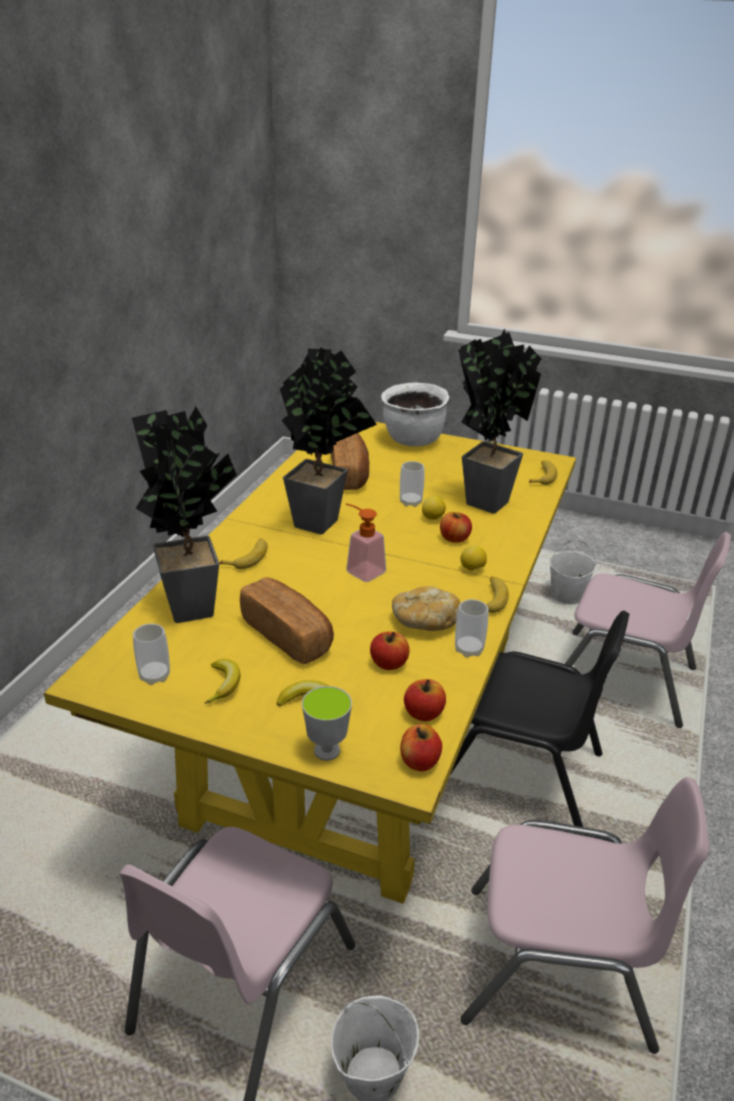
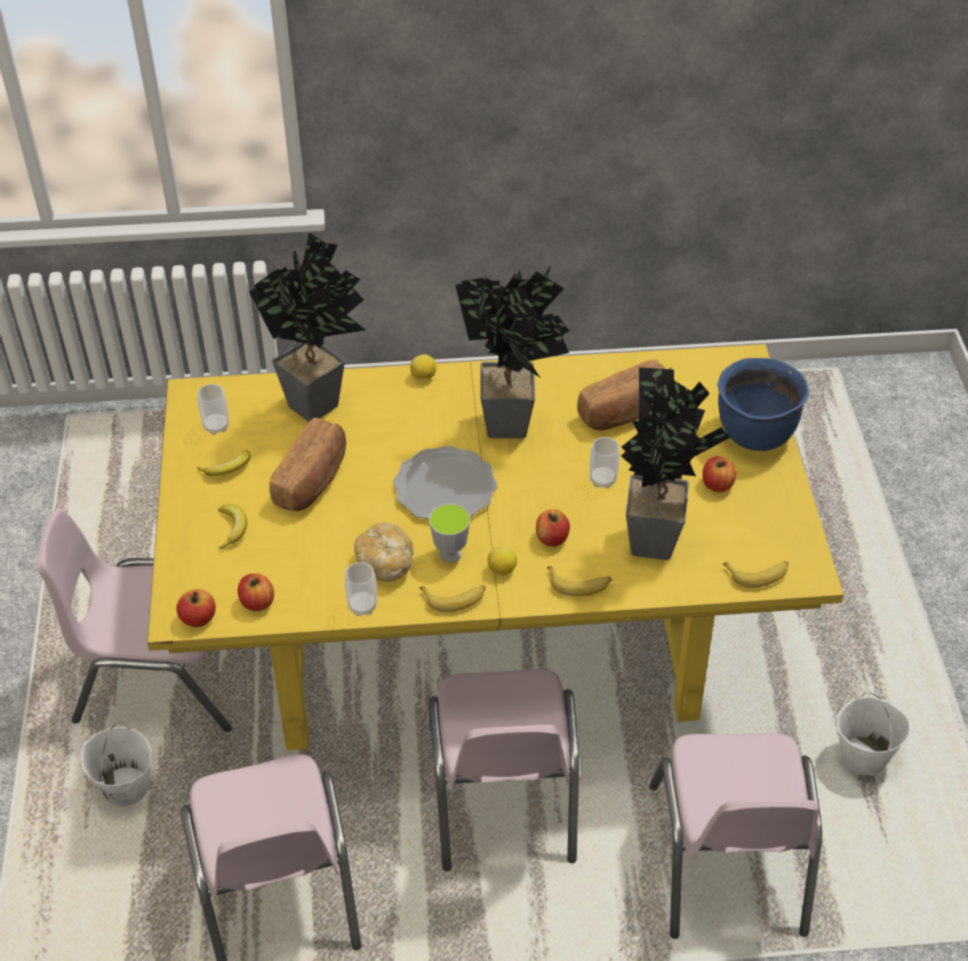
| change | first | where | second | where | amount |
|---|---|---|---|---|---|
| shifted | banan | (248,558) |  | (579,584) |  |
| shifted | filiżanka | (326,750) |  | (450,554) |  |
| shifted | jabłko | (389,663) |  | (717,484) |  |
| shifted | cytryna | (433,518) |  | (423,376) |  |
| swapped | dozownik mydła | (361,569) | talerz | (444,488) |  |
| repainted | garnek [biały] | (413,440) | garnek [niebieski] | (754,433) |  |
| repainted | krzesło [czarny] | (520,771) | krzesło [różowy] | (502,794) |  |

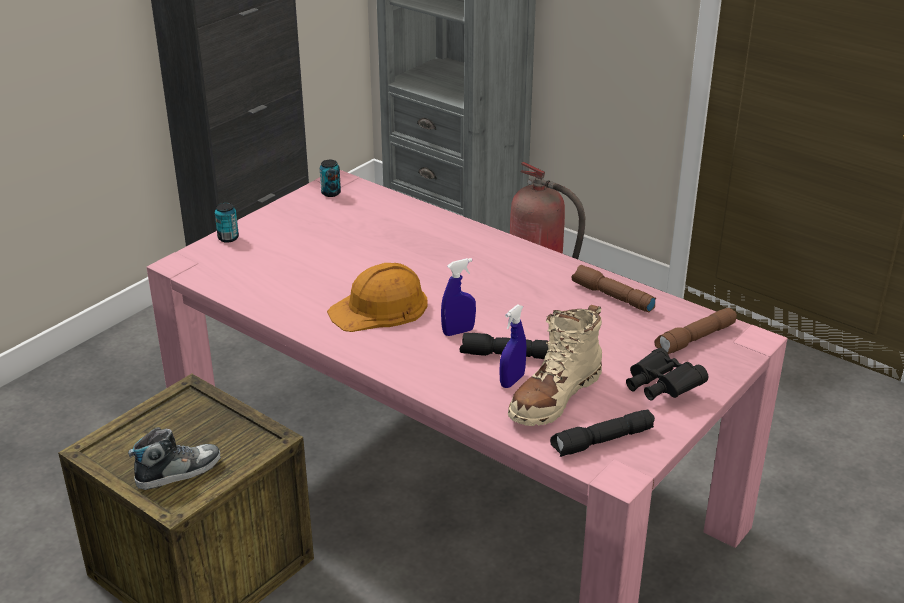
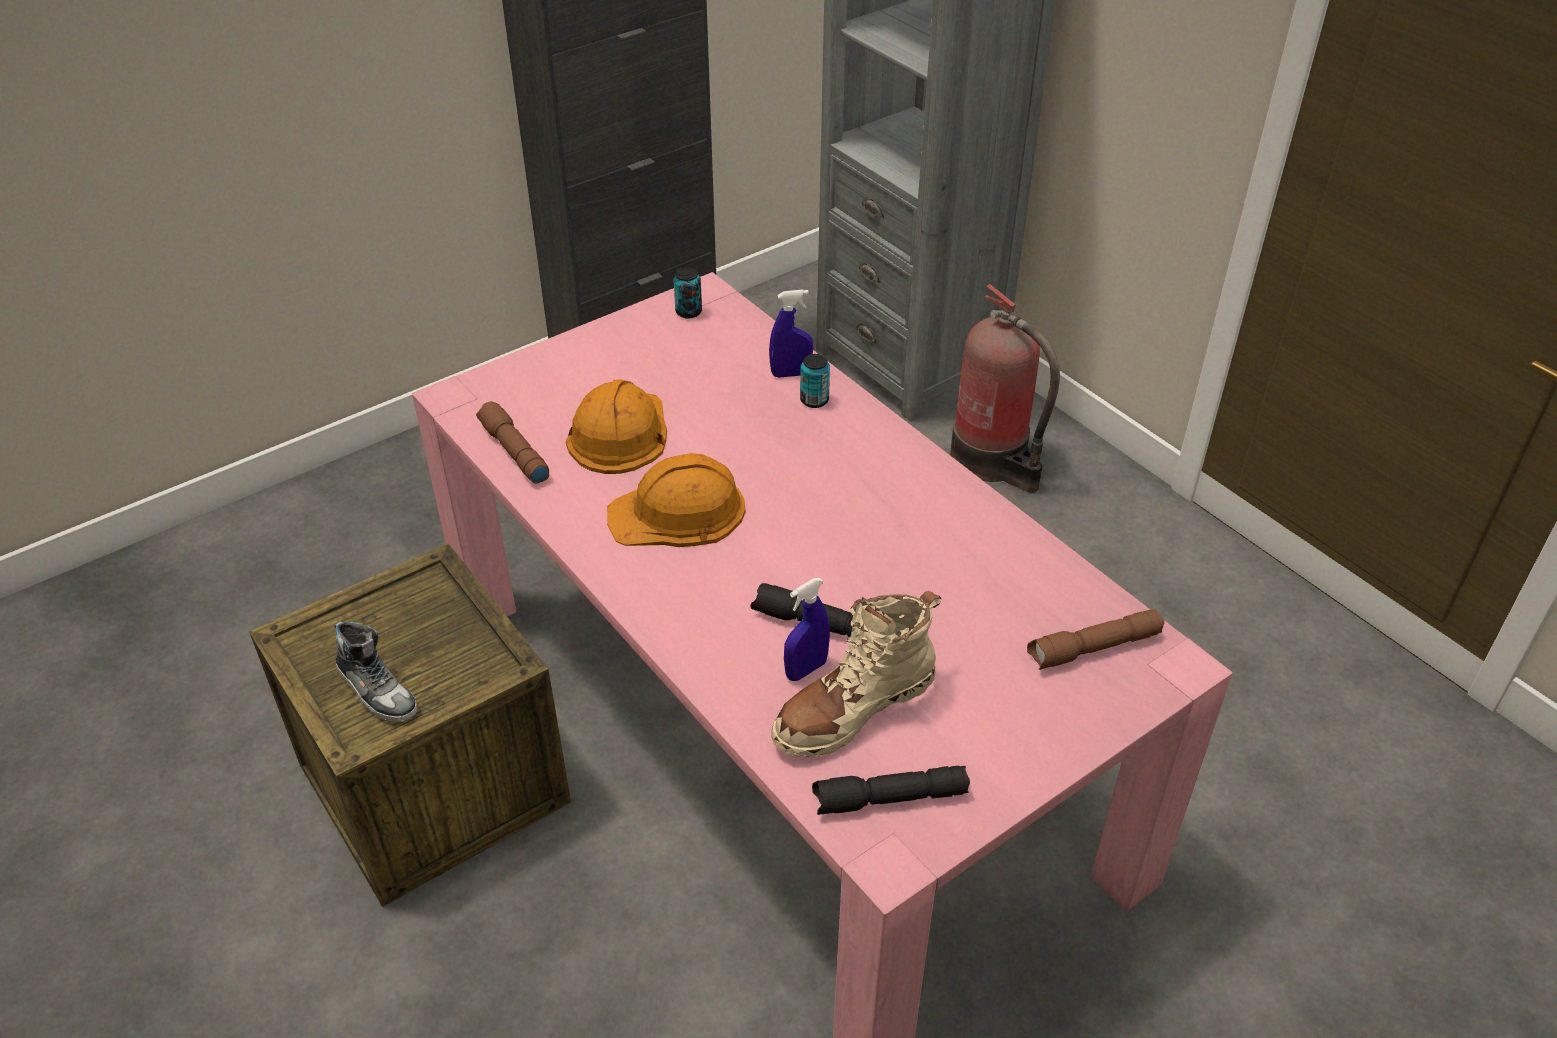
| change | first | where | second | where | amount |
|---|---|---|---|---|---|
| gone | lornetka [czarny] | (660,388) |  |  |  |
| new |  |  | kask [pomarańczowy] | (619,432) |  |
| shifted | puszka | (228,238) |  | (814,400) |  |
| shifted | spryskiwacz [niebieski] | (458,332) |  | (791,374) |  |
| shifted | latarka [brązowy] | (611,297) |  | (513,452) |  |
| rotated | but | (178,471) |  | (377,690) | 60 degrees clockwise |

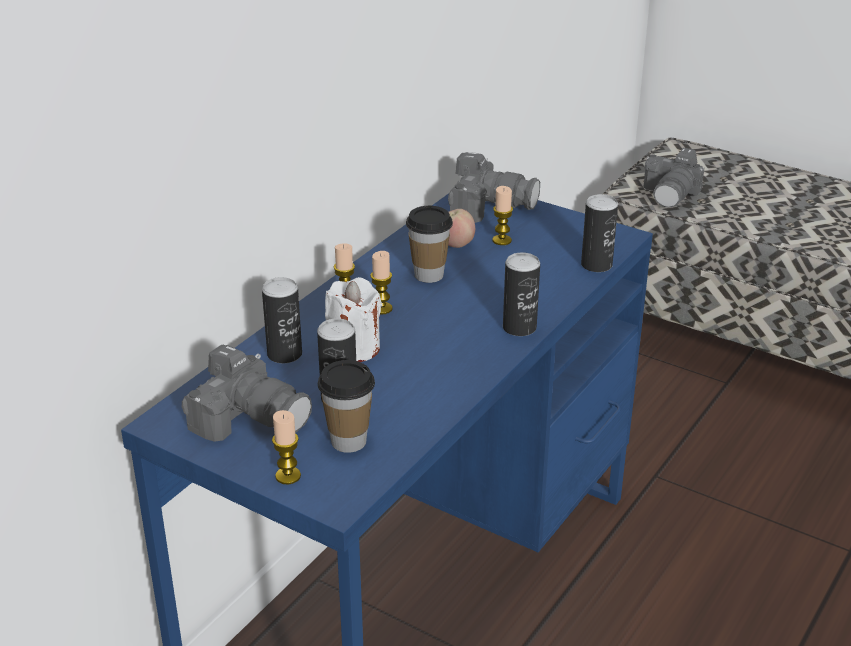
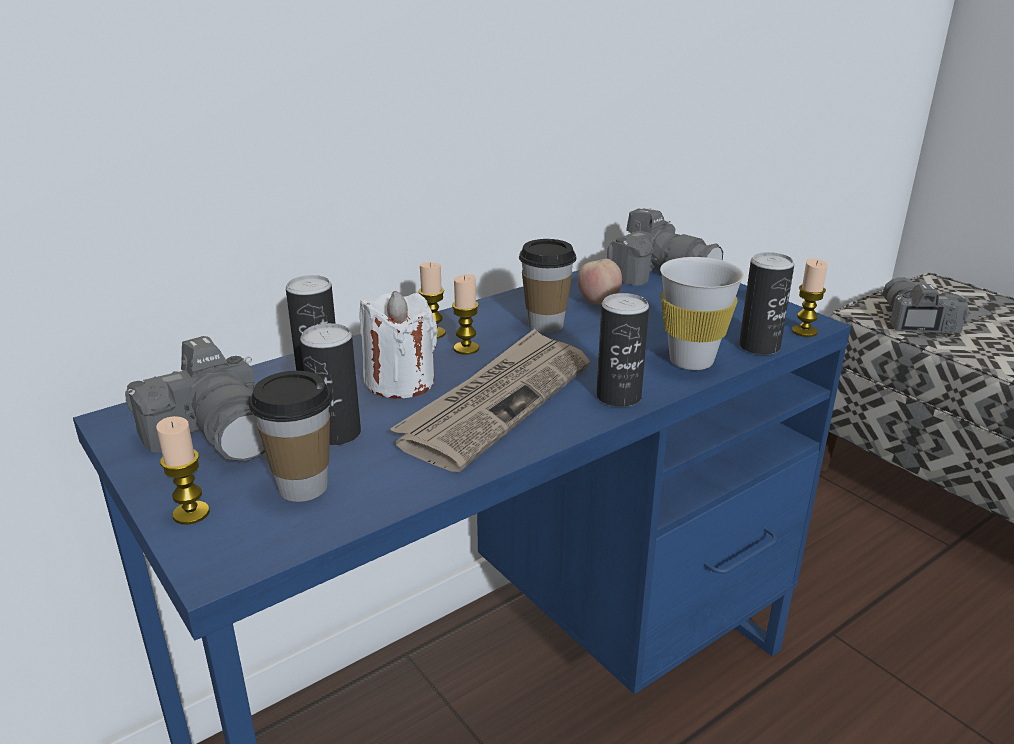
| change | first | where | second | where | amount |
|---|---|---|---|---|---|
| new |  |  | gazeta | (497,402) |  |
| new |  |  | filiżanka [biały] | (691,361) |  |
| shifted | świeca | (502,240) |  | (804,331) |  |
| rotated | aparat fotograficzny | (671,193) |  | (914,321) | 135 degrees clockwise |

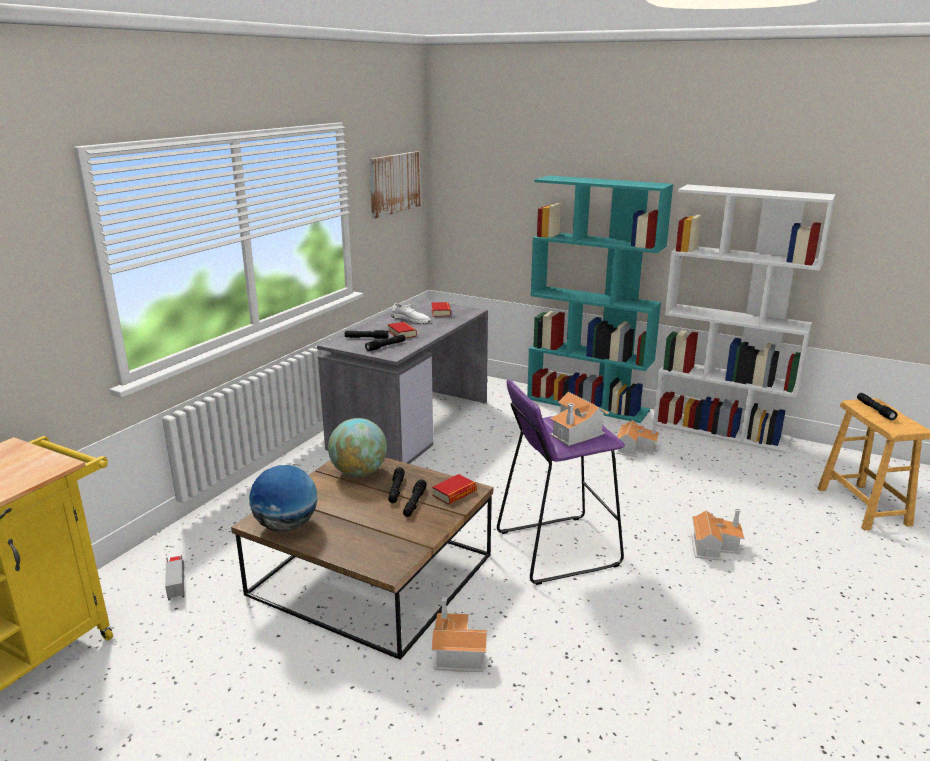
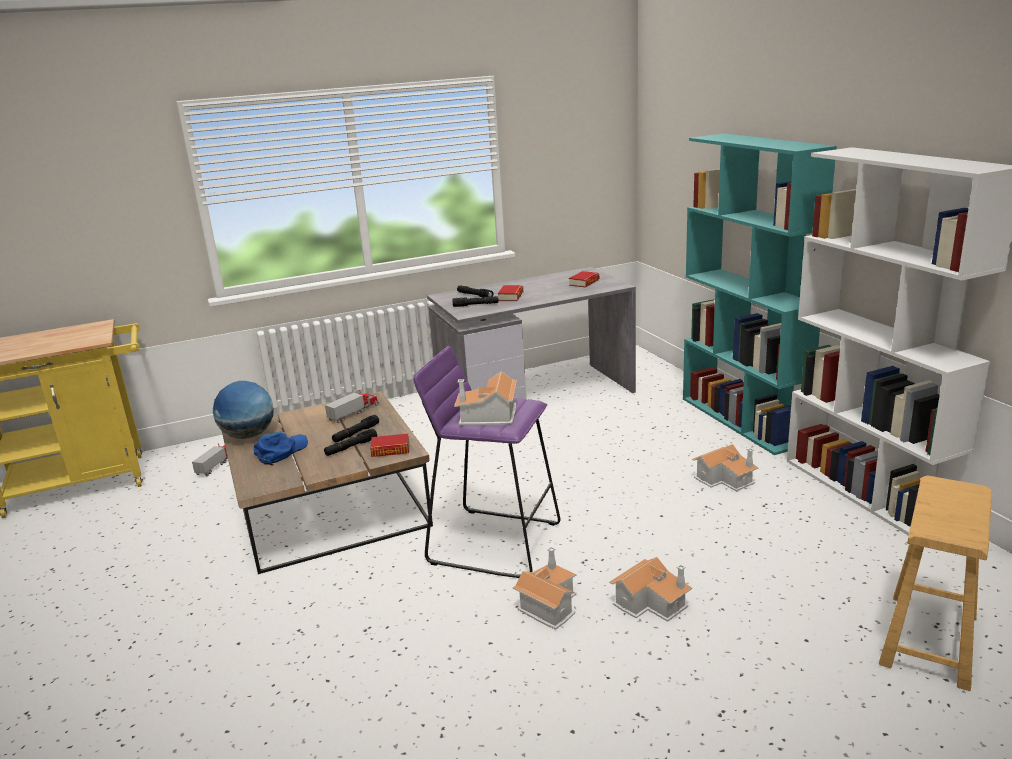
| change | first | where | second | where | amount |
|---|---|---|---|---|---|
| gone | obraz | (394,183) |  |  |  |
| gone | but [biały] | (411,319) |  |  |  |
| gone | latarka [czarny] | (875,410) |  |  |  |
| new |  |  | czapka z daszkiem [niebieski] | (281,451) |  |
| shifted | domek | (455,652) |  | (548,604) |  |
| swapped | globus | (359,472) | ciężarówka zabawkowa | (354,412) |  |

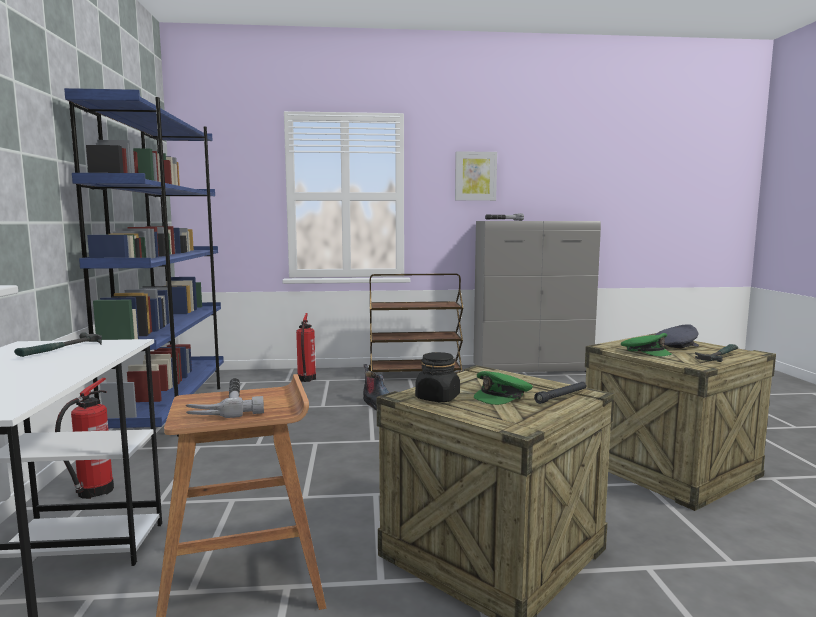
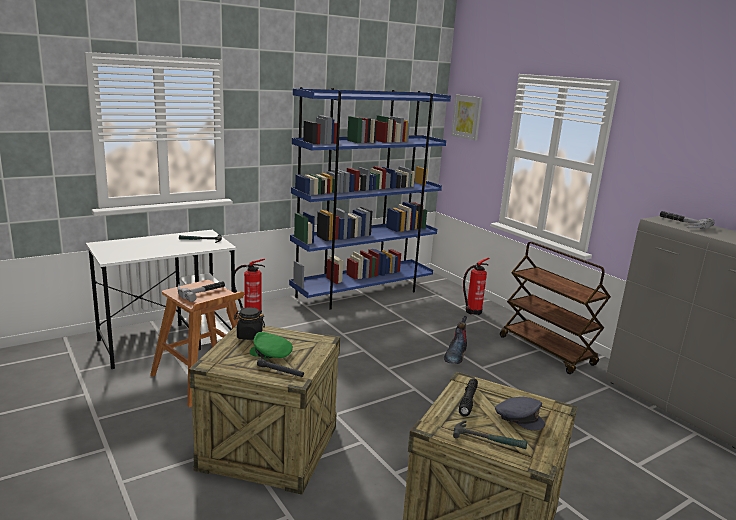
| change | first | where | second | where | amount |
|---|---|---|---|---|---|
| shifted | obraz | (475,176) |  | (467,117) |  |
| swapped | czapka z daszkiem [zielony] | (645,352) | latarka [czarny] | (468,401) |  |

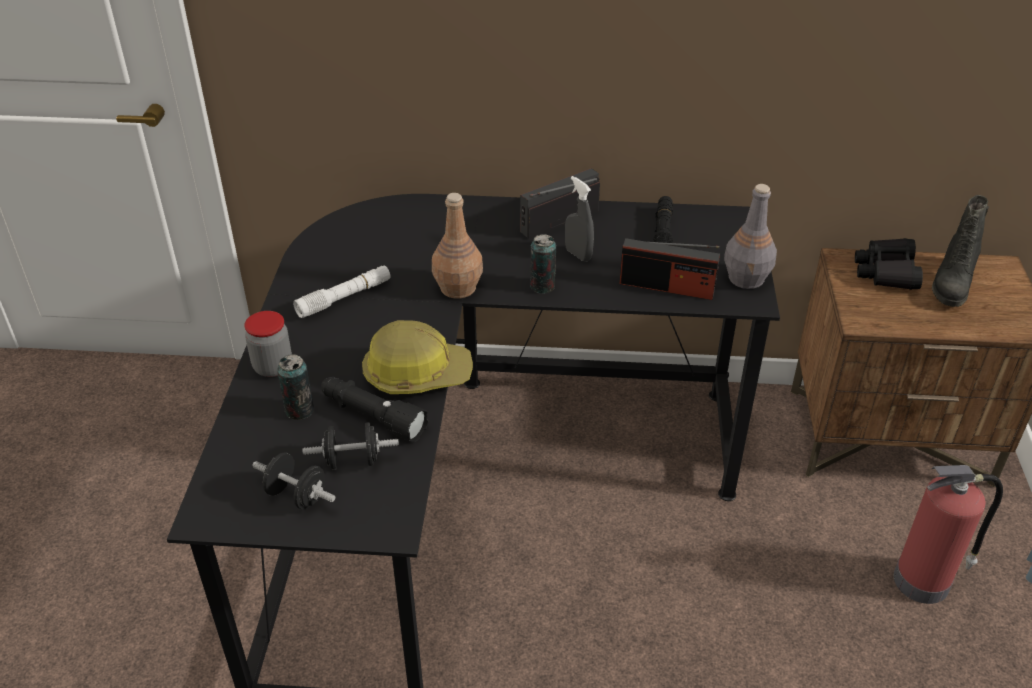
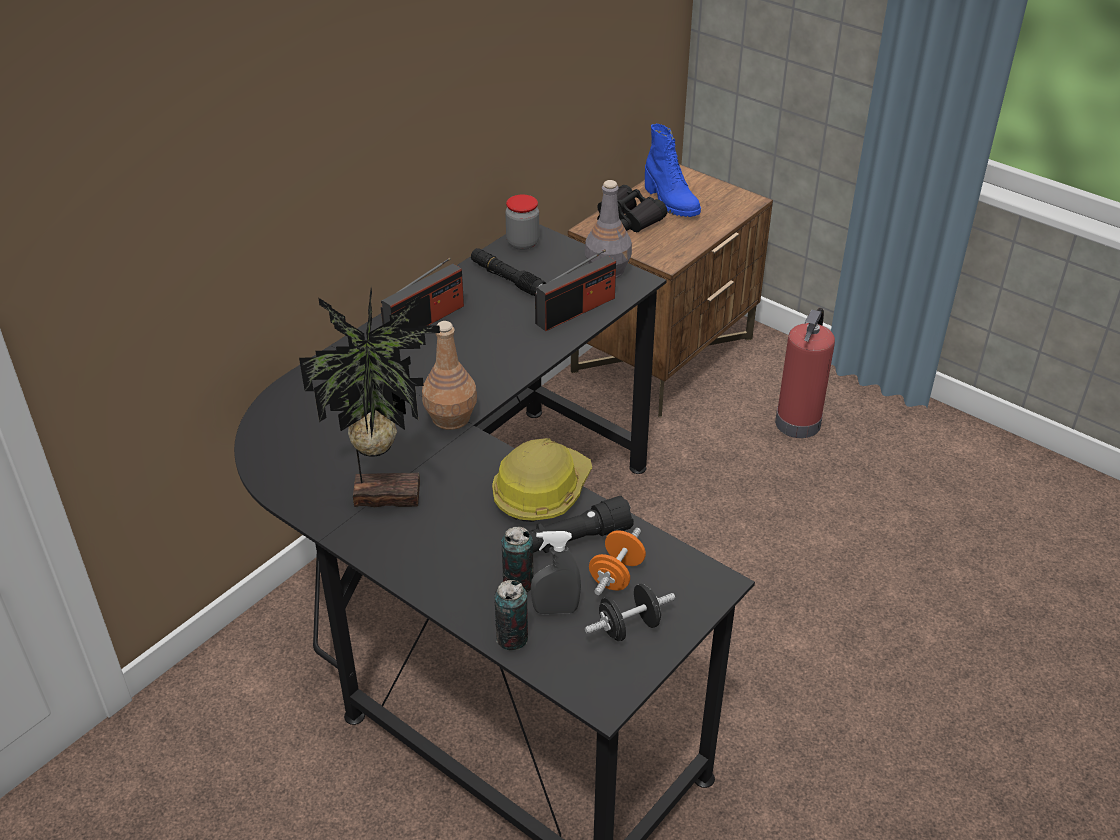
| change | first | where | second | where | amount |
|---|---|---|---|---|---|
| shifted | słoik | (273,367) |  | (523,243) |  |
| shifted | puszka | (542,286) |  | (512,638) |  |
| shifted | spryskiwacz [szary] | (578,254) |  | (555,610) |  |
| swapped | latarka [biały] | (344,298) | roślina doniczkowa | (386,492) |  |
| repainted | hantel [czarny] | (353,461) | hantel [pomarańczowy] | (616,575) |  |
| repainted | but z cholewką [czarny] | (951,284) | but z cholewką [niebieski] | (670,202) |  |
| rotated | radio | (559,221) |  | (424,321) | 135 degrees counterclockwise |

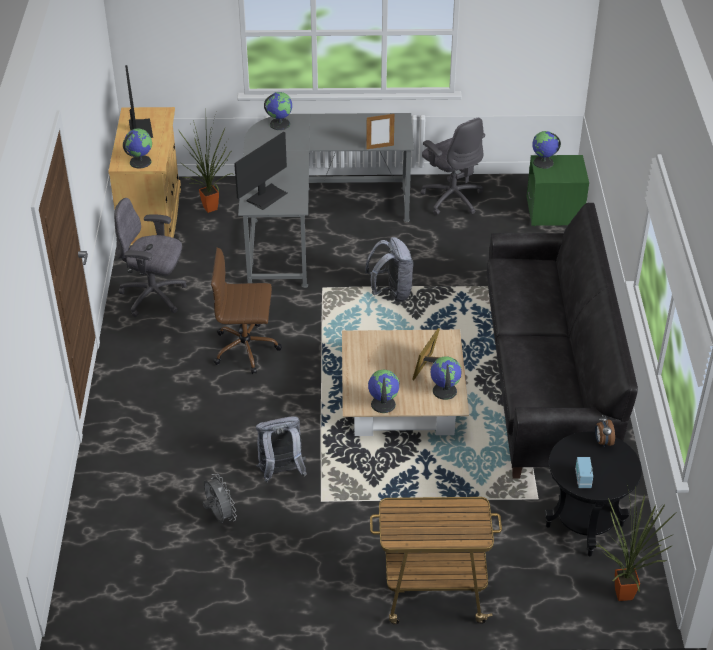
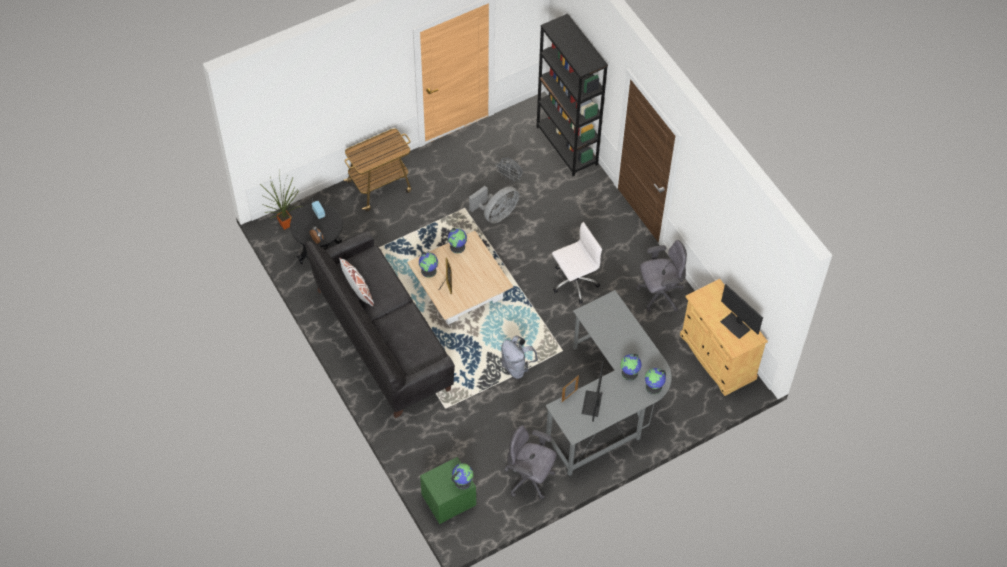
| change | first | where | second | where | amount |
|---|---|---|---|---|---|
| gone | roślina doniczkowa | (211,210) |  |  |  |
| new |  |  | poduszka [biały] | (357,289) |  |
| new |  |  | regał [czarny] | (567,146) |  |
| shifted | globus | (140,161) |  | (630,373) |  |
| shifted | monitor | (266,196) |  | (592,403) |  |
| swapped | plecak [szary] | (281,472) | wentylator [szary] | (496,214) |  |
| repainted | krzesło biurowe [brązowy] | (247,349) | krzesło biurowe [biały] | (573,282) |  |

